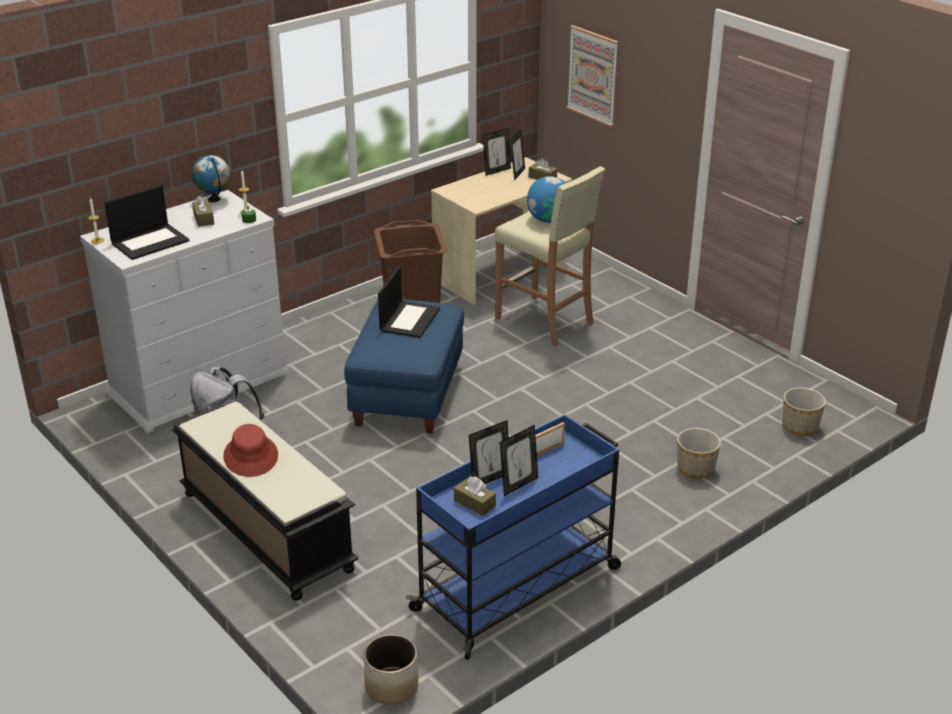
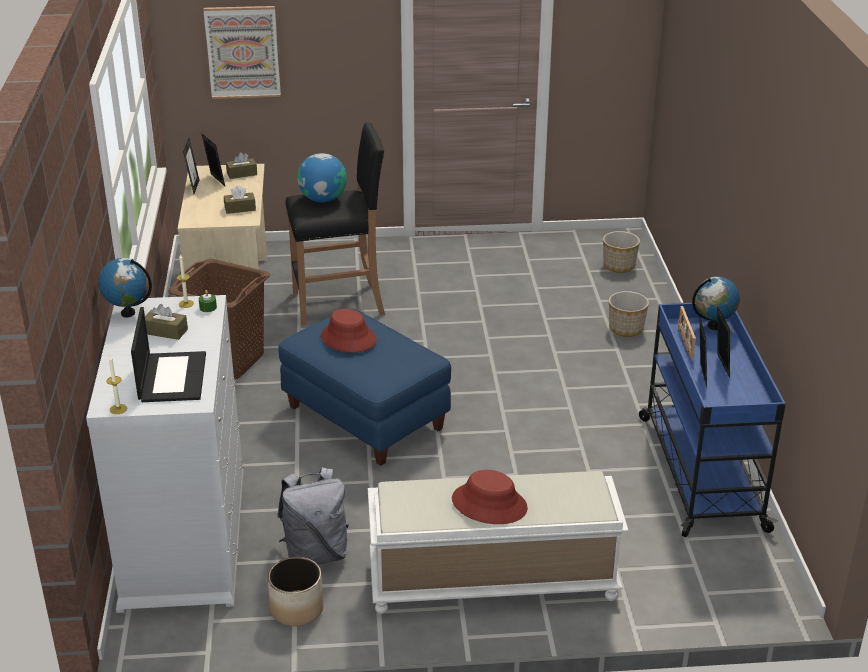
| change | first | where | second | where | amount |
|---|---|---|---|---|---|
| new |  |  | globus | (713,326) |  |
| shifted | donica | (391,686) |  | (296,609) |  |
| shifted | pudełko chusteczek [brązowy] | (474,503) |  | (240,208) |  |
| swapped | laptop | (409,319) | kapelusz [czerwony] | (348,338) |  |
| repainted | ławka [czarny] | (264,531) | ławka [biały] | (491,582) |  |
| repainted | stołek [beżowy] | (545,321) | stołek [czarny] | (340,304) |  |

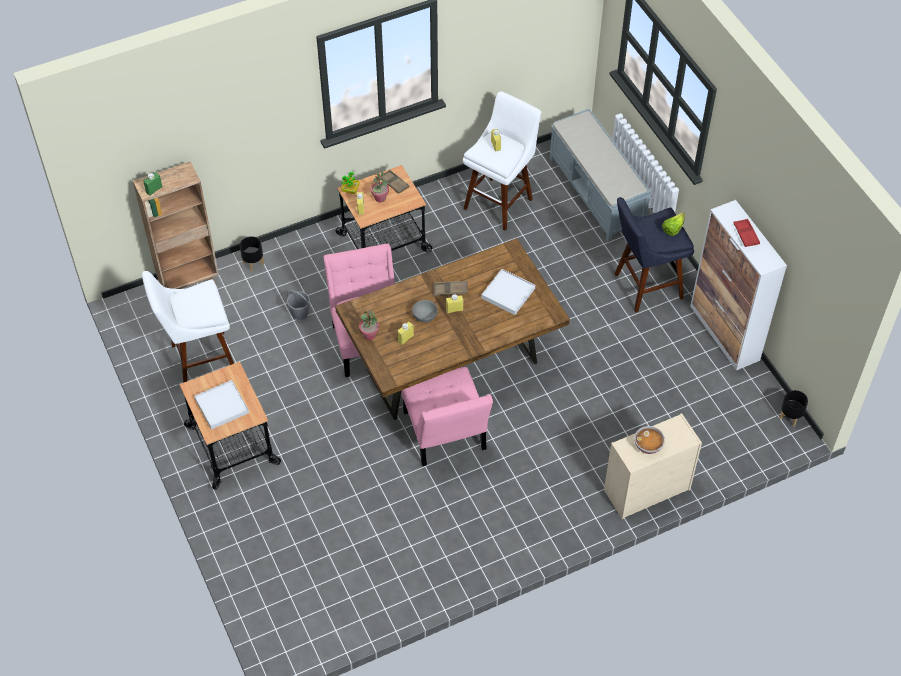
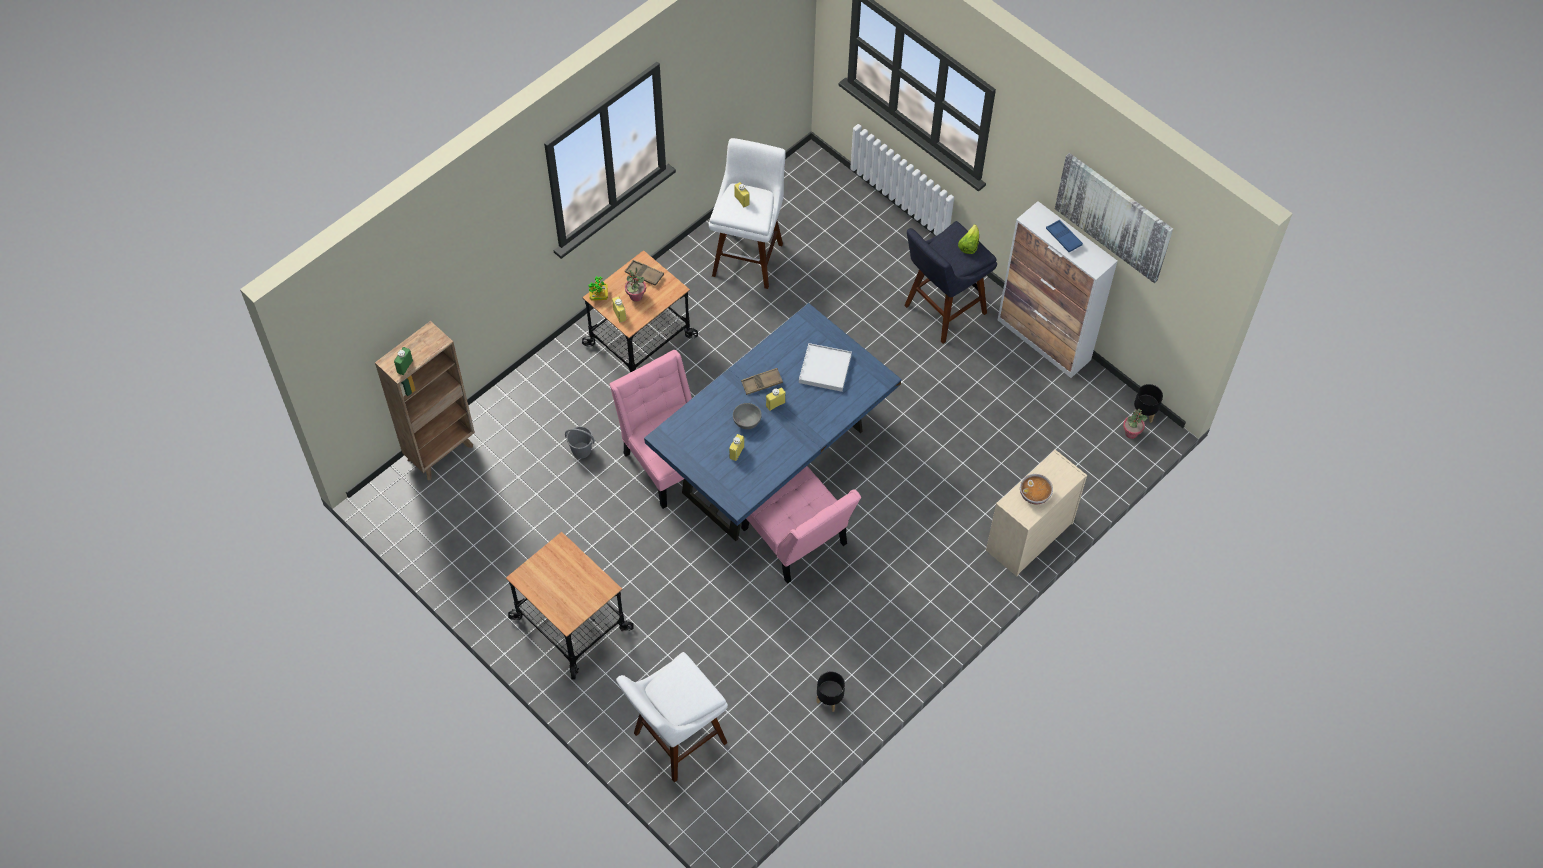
| change | first | where | second | where | amount |
|---|---|---|---|---|---|
| gone | taca [biały] | (222,406) |  |  |  |
| gone | ławka [szary] | (596,193) |  |  |  |
| new |  |  | obraz | (1113,217) |  |
| shifted | stołek [biały] | (199,360) |  | (675,741) |  |
| shifted | donica [czarny] | (253,263) |  | (829,699) |  |
| shifted | roślina doniczkowa | (369,335) |  | (1131,433) |  |
| repainted | stół jadalny [brązowy] | (452,366) | stół jadalny [niebieski] | (773,461) |  |
| repainted | taca [czerwony] | (746,234) | taca [niebieski] | (1063,238) |  |

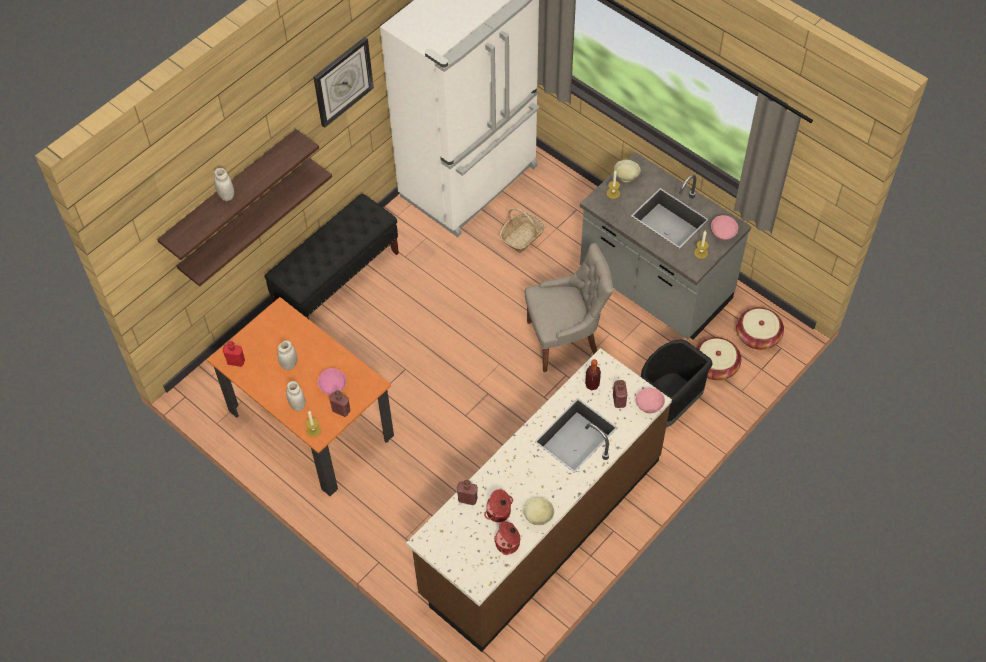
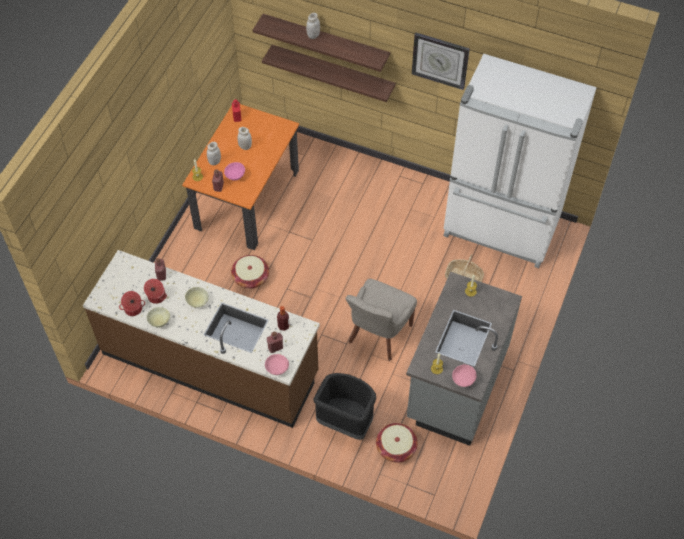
| change | first | where | second | where | amount |
|---|---|---|---|---|---|
| gone | ławka [czarny] | (337,280) |  |  |  |
| shifted | miska [beżowy] | (626,177) |  | (197,302) |  |
| shifted | koszyk | (757,336) |  | (251,277) |  |
| rotated | krzesło [szary] | (565,339) |  | (378,334) | 60 degrees clockwise |

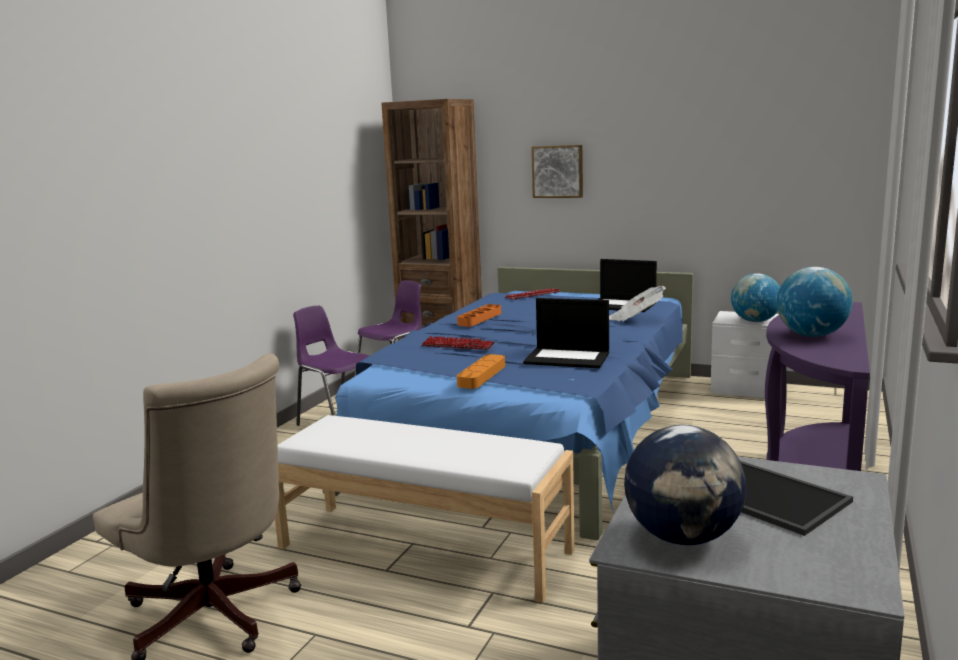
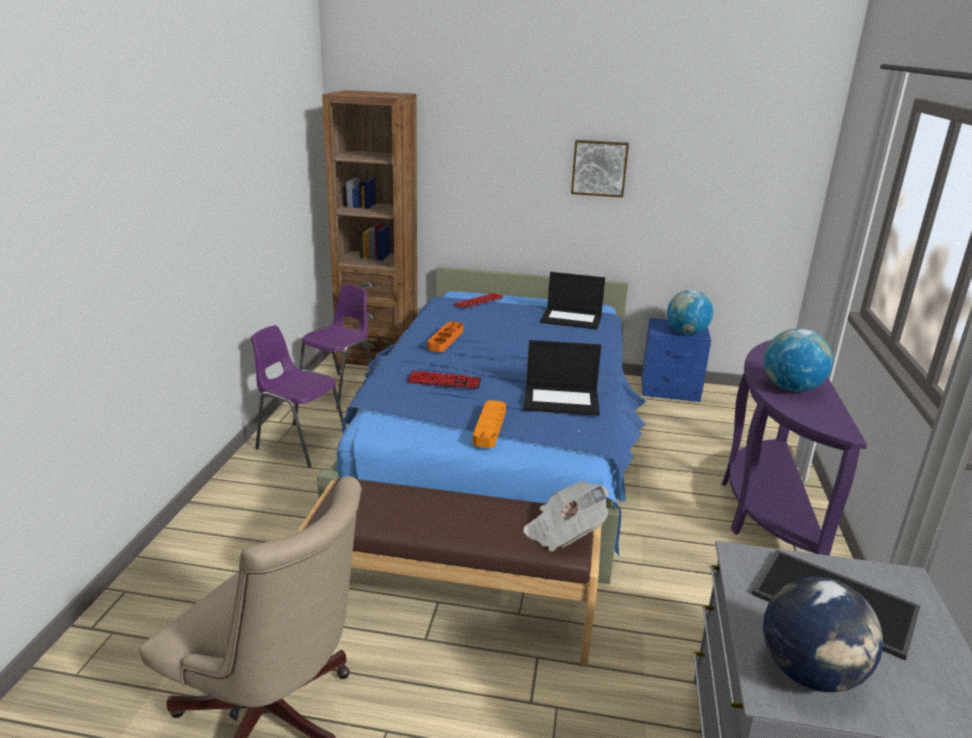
| change | first | where | second | where | amount |
|---|---|---|---|---|---|
| shifted | obraz | (558,171) |  | (599,168) |  |
| shifted | gazeta | (636,319) |  | (564,533) |  |
| repainted | ławka [biały] | (424,548) | ławka [brązowy] | (452,607) |  |
| repainted | szafka nocna [biały] | (745,389) | szafka nocna [niebieski] | (669,389) |  |

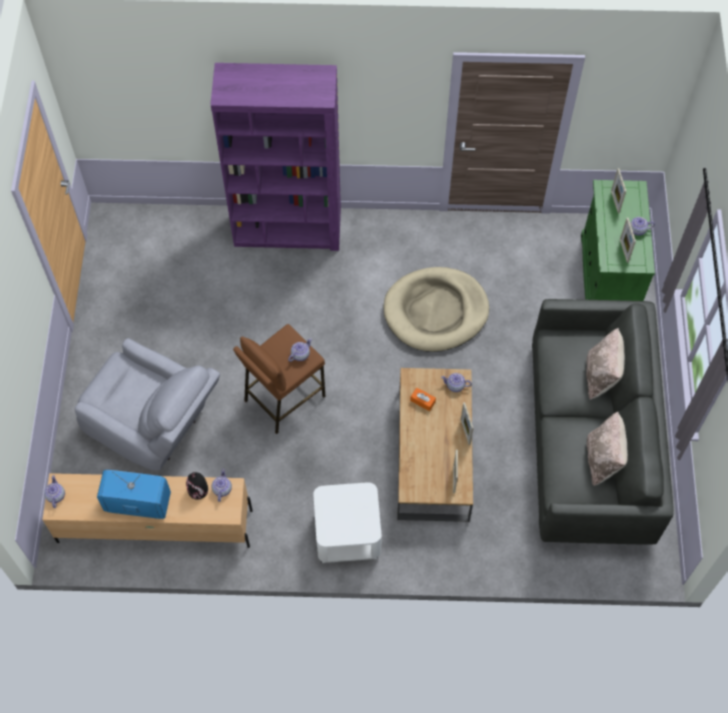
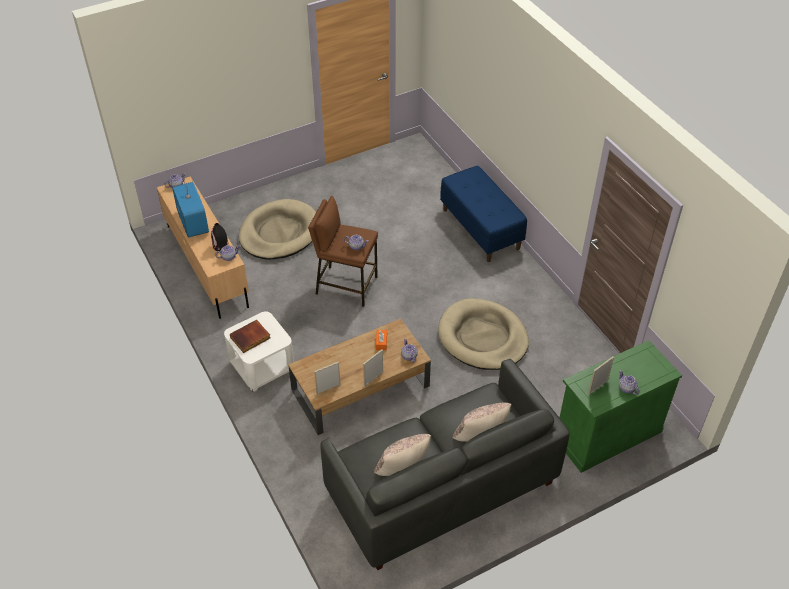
| change | first | where | second | where | amount |
|---|---|---|---|---|---|
| gone | ramka na zdjęcie | (615,202) |  |  |  |
| new |  |  | książka | (250,338) |  |
| swapped | fotel [szary] | (155,426) | legowisko [beżowy] | (279,233) |  |
| swapped | regał [fioletowy] | (288,230) | ławka [niebieski] | (481,229) |  |

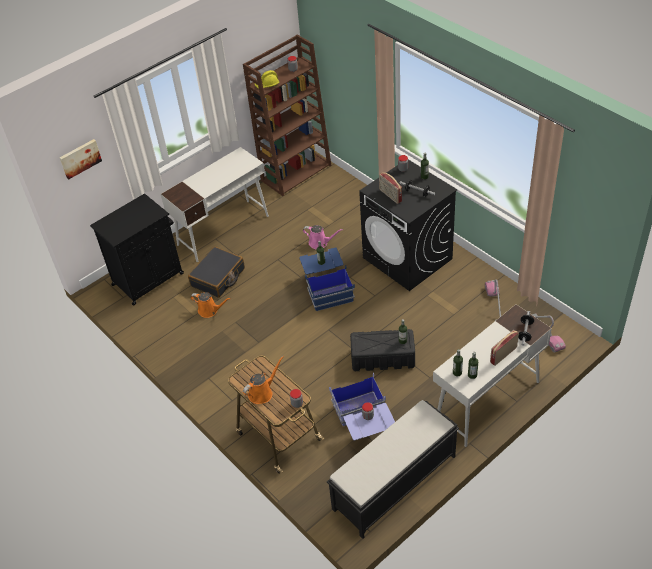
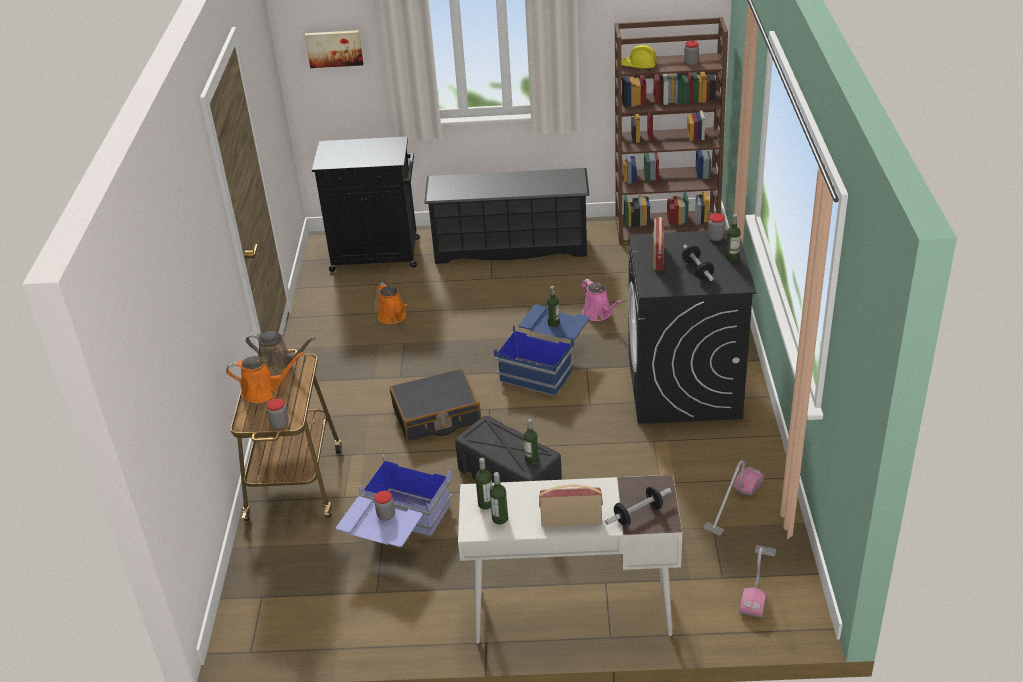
| change | first | where | second | where | amount |
|---|---|---|---|---|---|
| gone | ławka [czarny] | (393,483) |  |  |  |
| new |  |  | konewka [brązowy] | (280,367) |  |
| shifted | walizka [czarny] | (218,277) |  | (436,416) |  |
| swapped | biurko [biały] | (223,230) | regał na buty [czarny] | (510,246) |  |

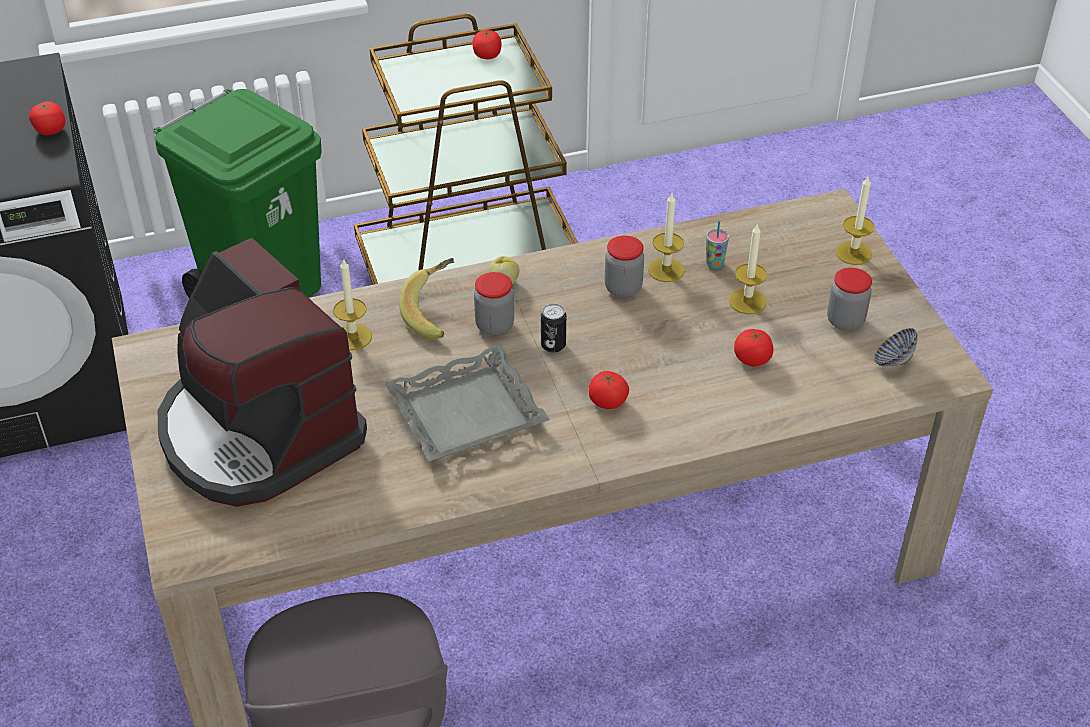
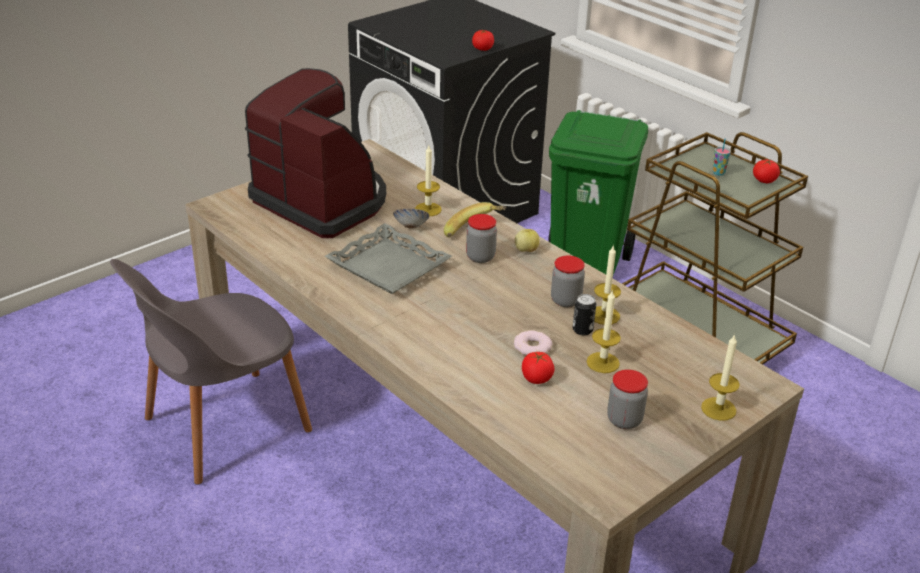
| change | first | where | second | where | amount |
|---|---|---|---|---|---|
| gone | pomidor | (608,402) |  |  |  |
| new |  |  | donut | (532,347) |  |
| shifted | puszka | (553,345) |  | (582,330) |  |
| shifted | filiżanka | (714,264) |  | (718,173) |  |
| shifted | miska | (893,361) |  | (411,227) |  |
| rotated | ekspres do kawy | (257,433) |  | (322,201) | 105 degrees clockwise |

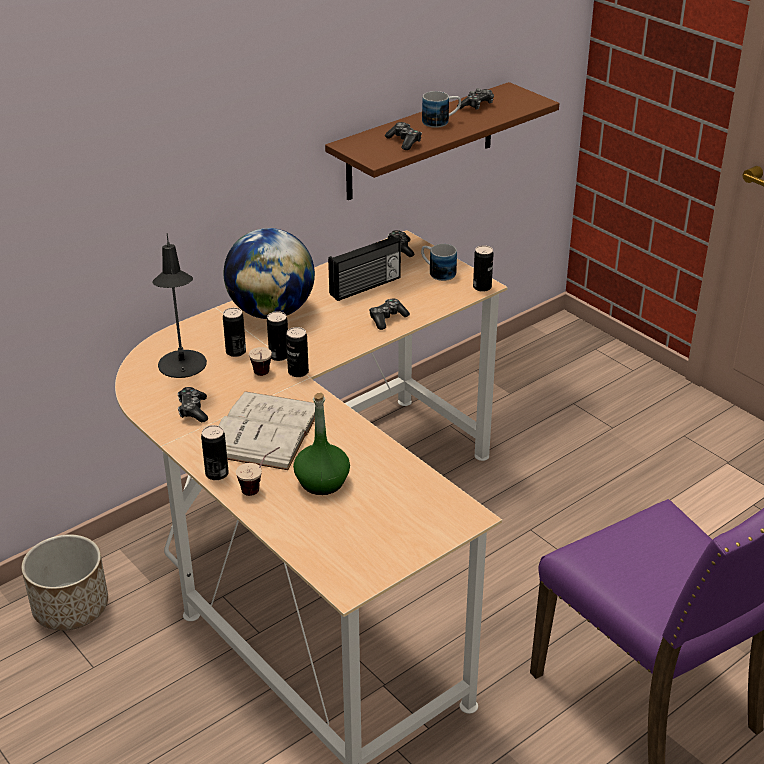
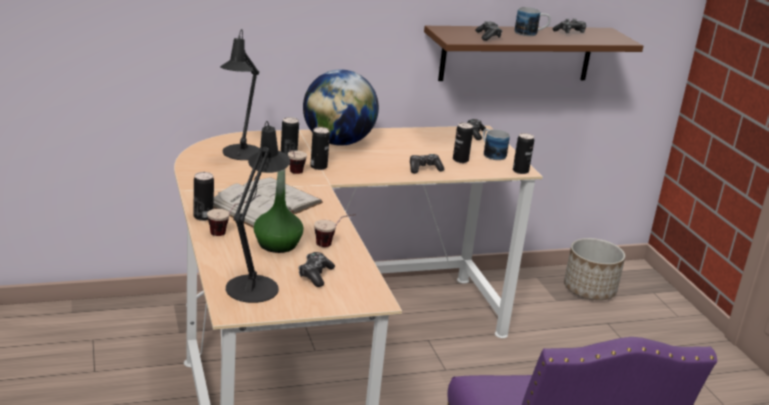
| change | first | where | second | where | amount |
|---|---|---|---|---|---|
| gone | radio | (366,287) |  |  |  |
| new |  |  | lampa stołowa [czarny] | (255,284) |  |
| new |  |  | filiżanka | (332,245) |  |
| shifted | donica | (70,607) |  | (589,290) |  |
| shifted | pad do gier | (193,410) |  | (315,275) |  |
| shifted | puszka | (298,372) |  | (460,160) |  |

